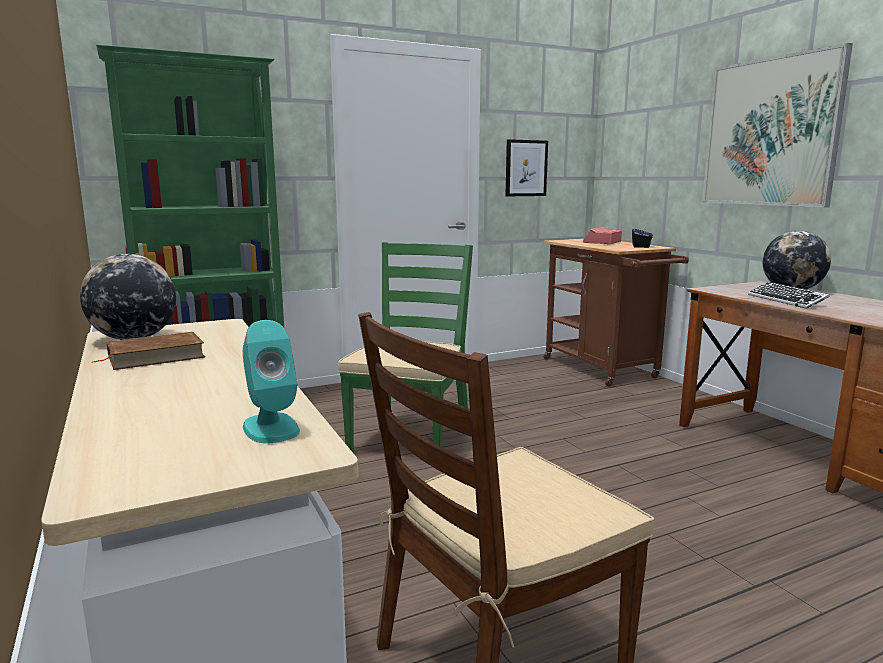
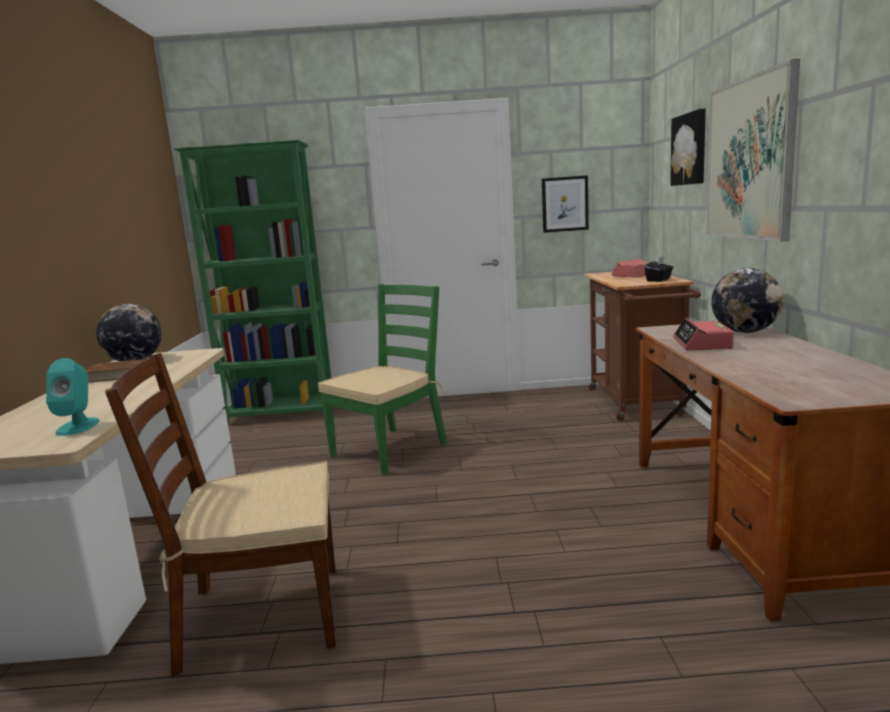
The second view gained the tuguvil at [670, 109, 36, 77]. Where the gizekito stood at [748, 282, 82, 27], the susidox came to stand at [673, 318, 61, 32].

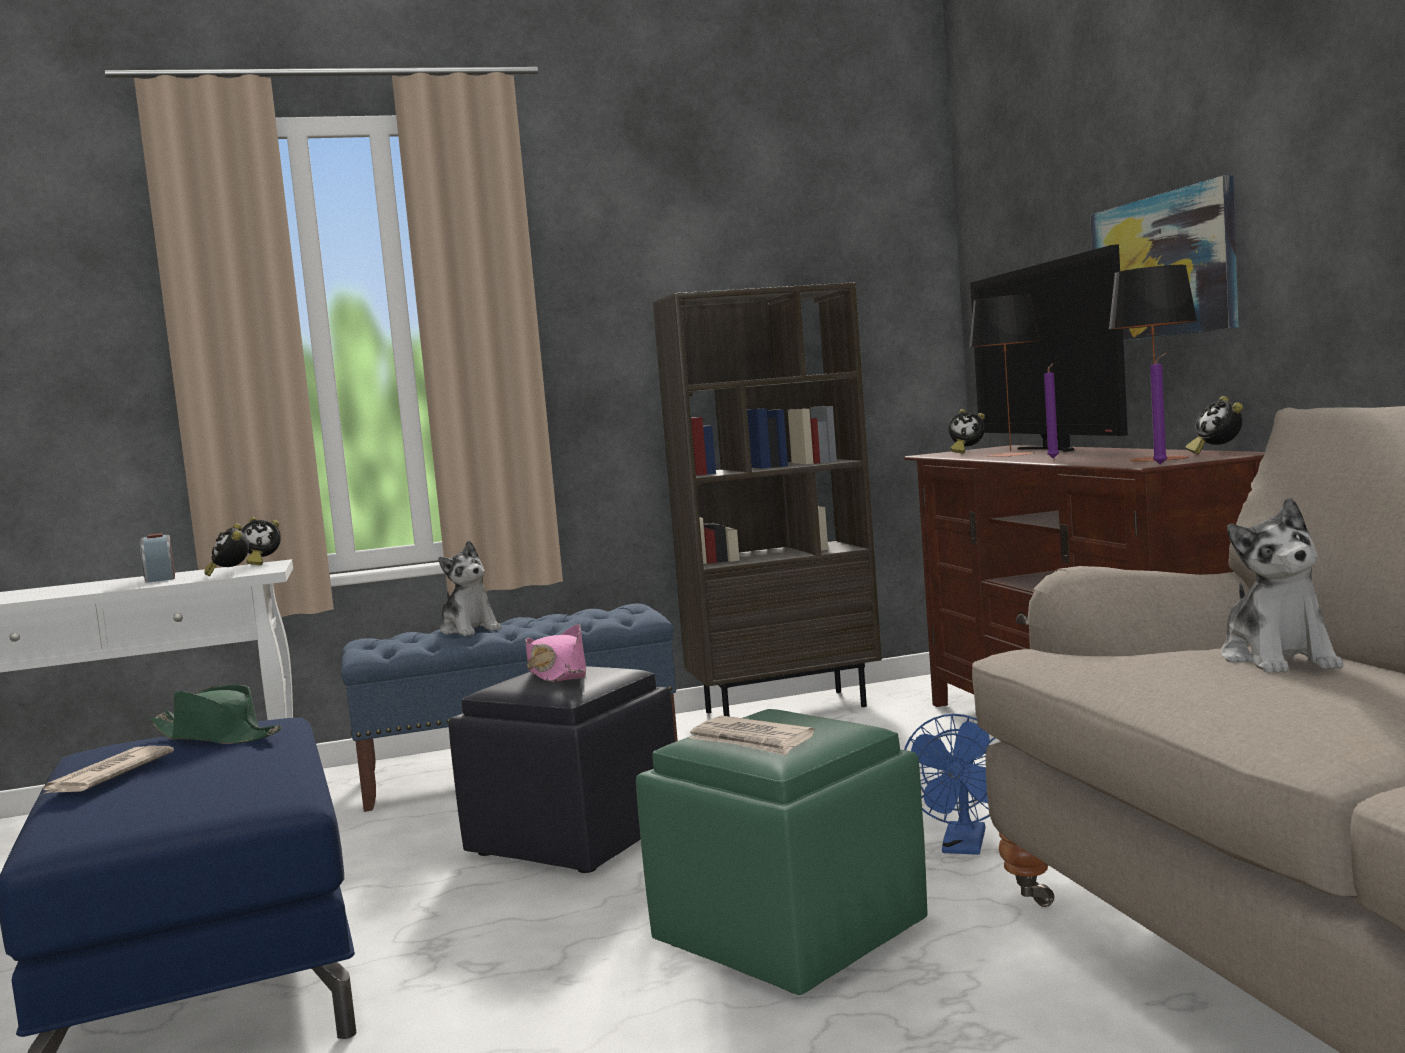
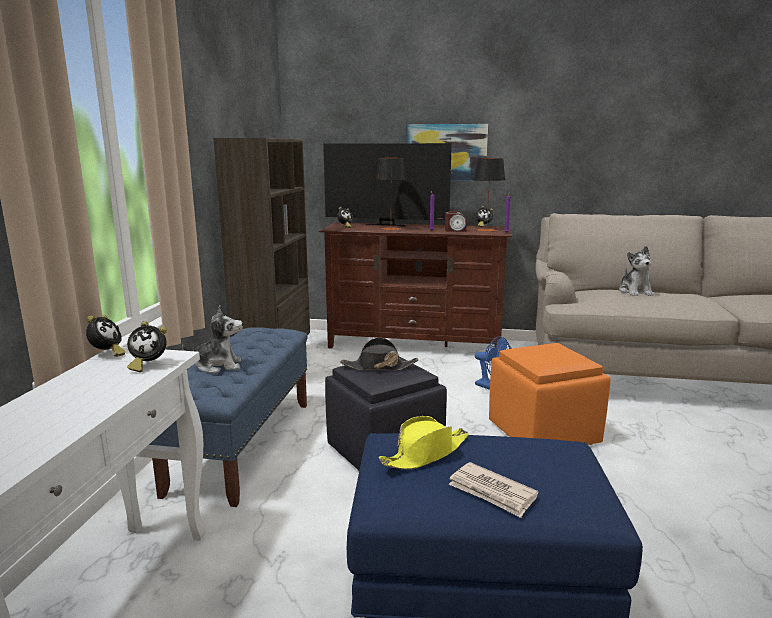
The second view lost the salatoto at [689, 716, 126, 40]. The susidox ended up elsewhere, having gone from [140, 533, 35, 50] to [445, 211, 22, 21]. What was the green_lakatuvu at [150, 685, 132, 59] turned into the yellow_lakatuvu at [379, 416, 90, 54]. What was the pink_lakatuvu at [525, 624, 61, 58] turned into the black_lakatuvu at [340, 337, 78, 34]. What was the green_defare at [636, 709, 292, 286] turned into the orange_defare at [489, 343, 122, 102]. The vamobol at [1221, 497, 122, 177] ended up facing another way, 60 degrees clockwise from before.

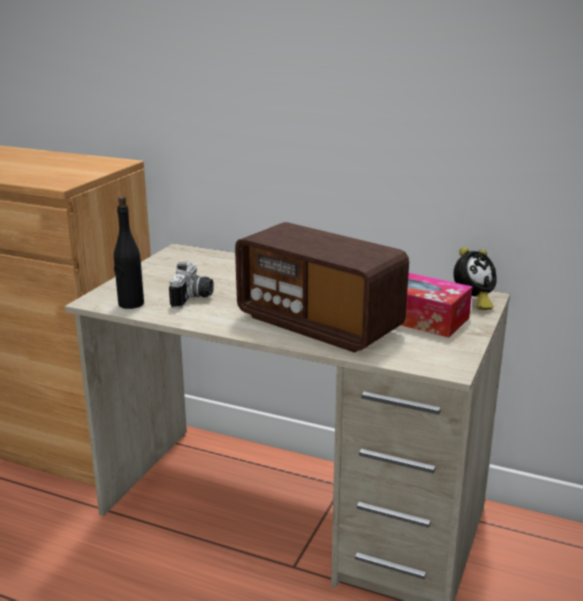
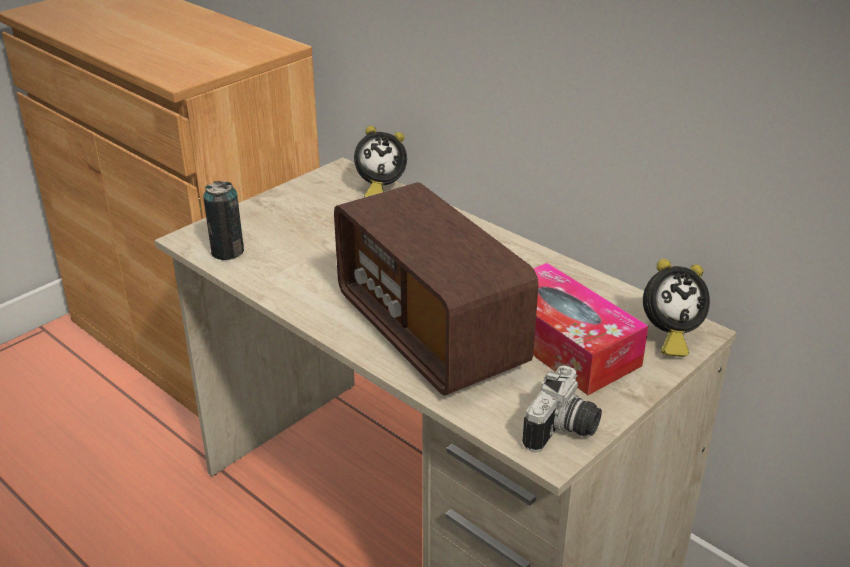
The second view gained the susidox at [354, 126, 53, 71]. The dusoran ended up elsewhere, having gone from [169, 262, 45, 46] to [522, 366, 80, 86]. Where the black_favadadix stood at [114, 196, 30, 113], the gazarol came to stand at [203, 181, 41, 79].

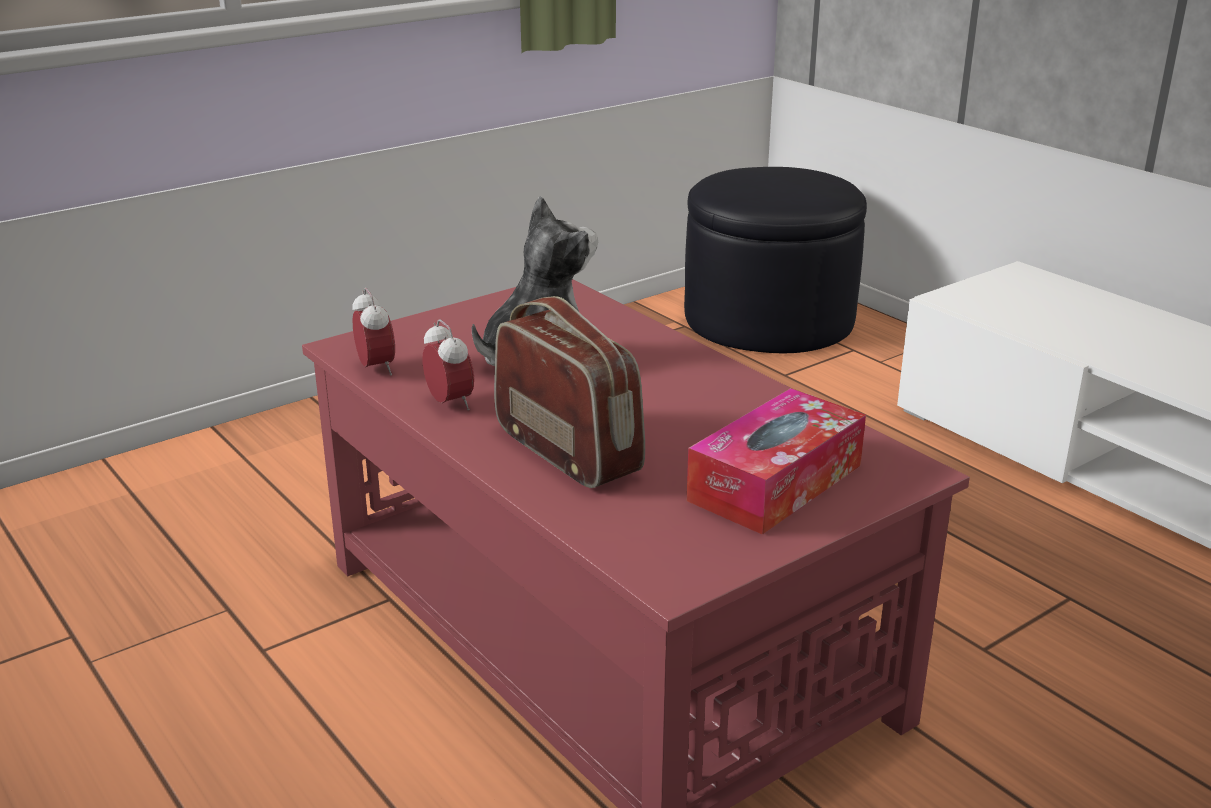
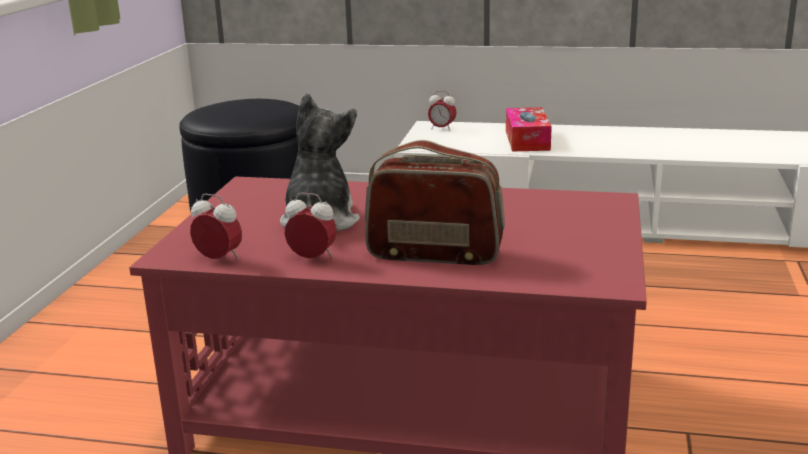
The second view gained the susidox at [428, 91, 29, 40]. The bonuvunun ended up elsewhere, having gone from [687, 388, 179, 147] to [506, 107, 46, 44].

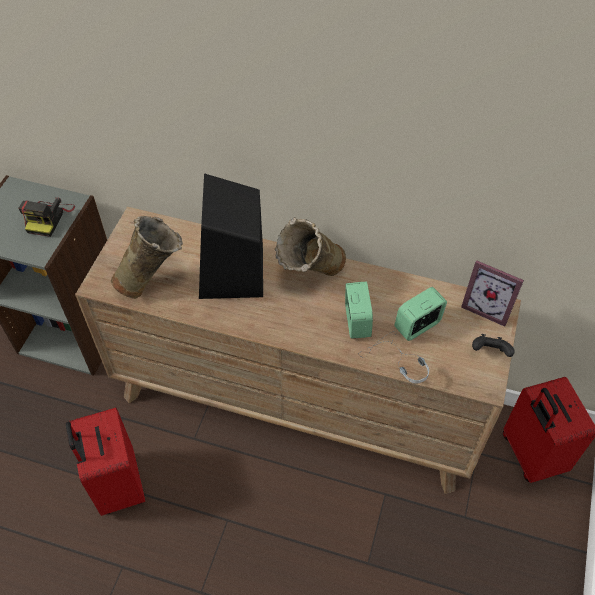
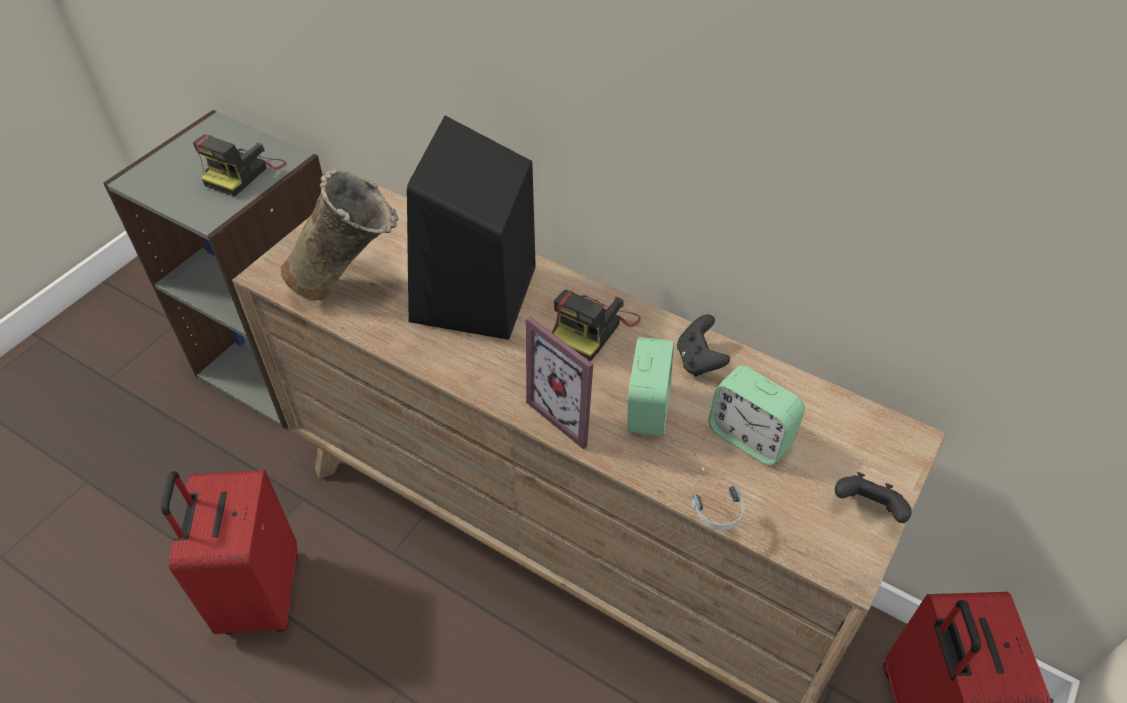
The second view gained the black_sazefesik at [677, 314, 53, 62]. The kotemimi ended up elsewhere, having gone from [461, 260, 63, 67] to [526, 317, 67, 132]. Where the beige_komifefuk stood at [275, 217, 71, 59], the dusoran came to stand at [552, 290, 89, 72]. The susidox at [394, 287, 53, 54] ended up facing another way, 120 degrees counterclockwise from before.

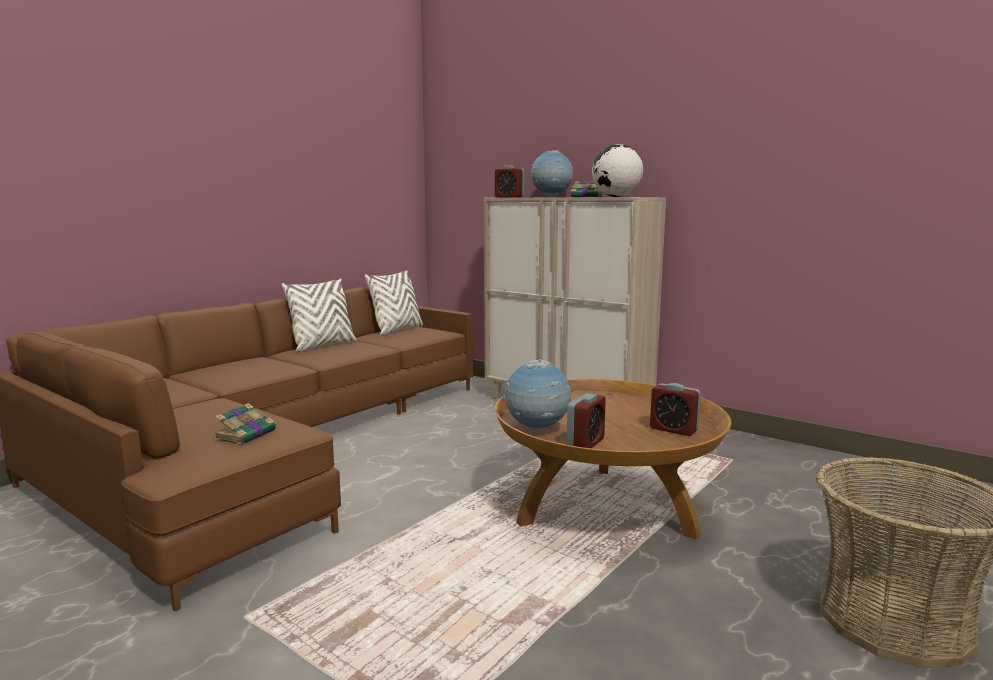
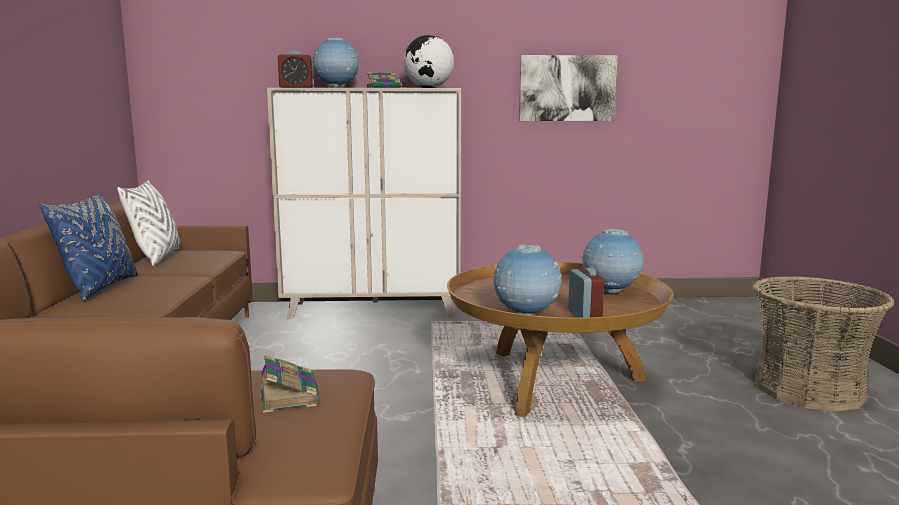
The second view gained the tuguvil at [519, 55, 99, 66]. Where the susidox stood at [650, 383, 51, 53], the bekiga came to stand at [582, 229, 62, 64]. What was the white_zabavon at [282, 279, 75, 74] turned into the blue_zabavon at [39, 194, 98, 107].

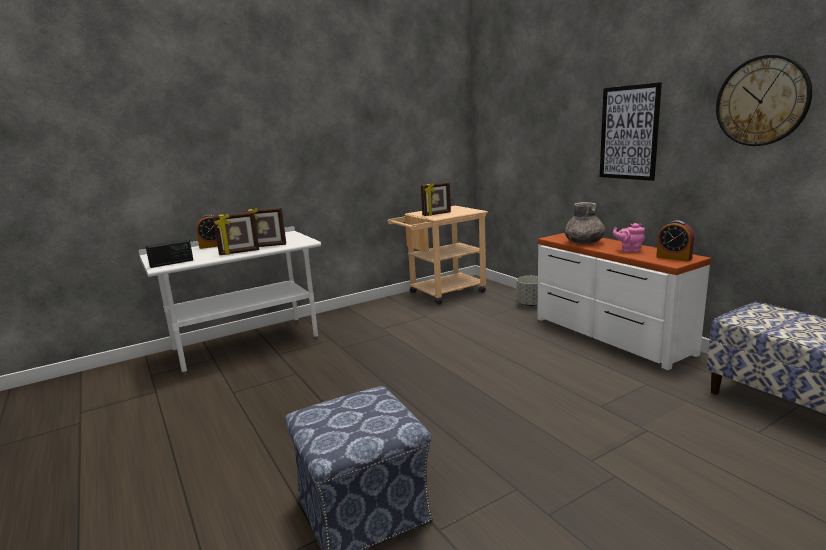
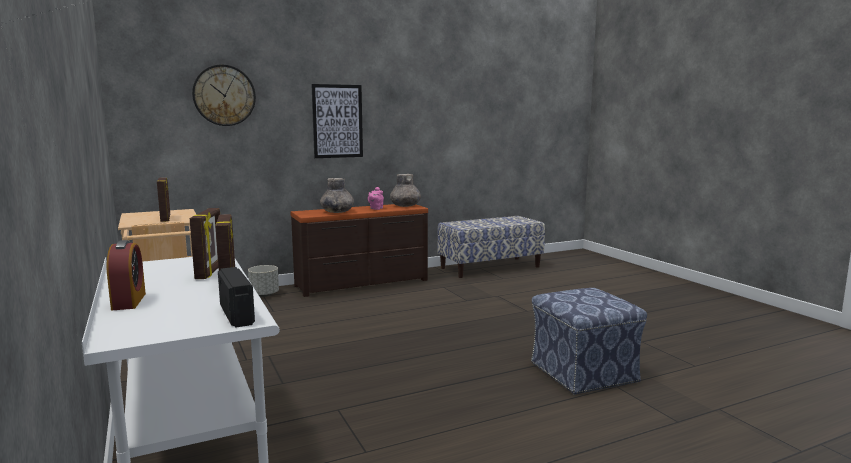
The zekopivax ended up elsewhere, having gone from [716, 55, 96, 91] to [192, 65, 64, 61]. Where the susidox stood at [656, 220, 38, 42], the grey_komifefuk came to stand at [390, 174, 31, 33]. What was the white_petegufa at [537, 233, 174, 137] turned into the brown_petegufa at [290, 204, 138, 93].

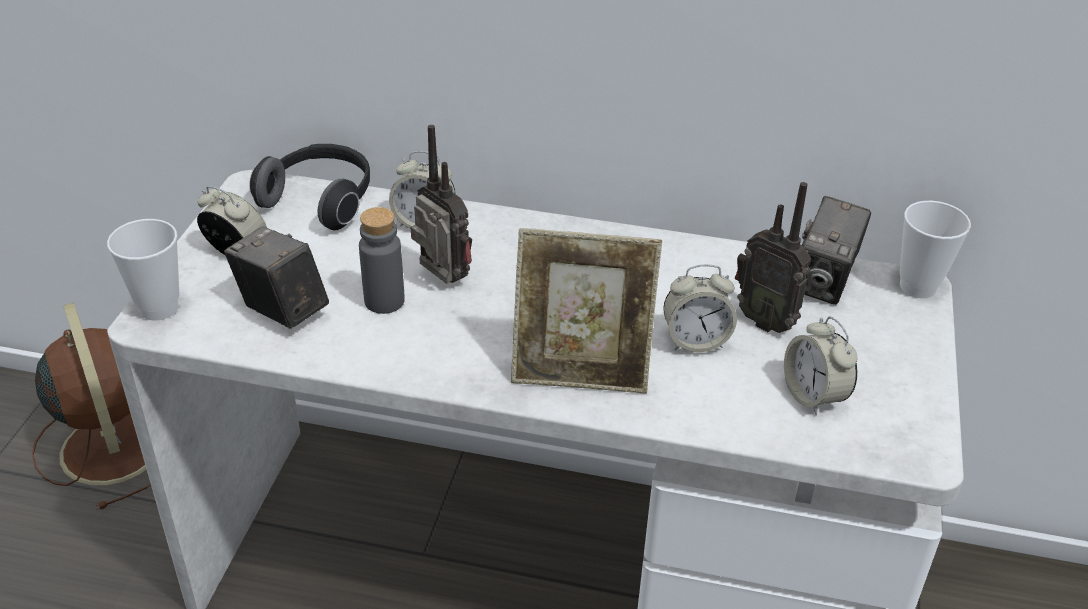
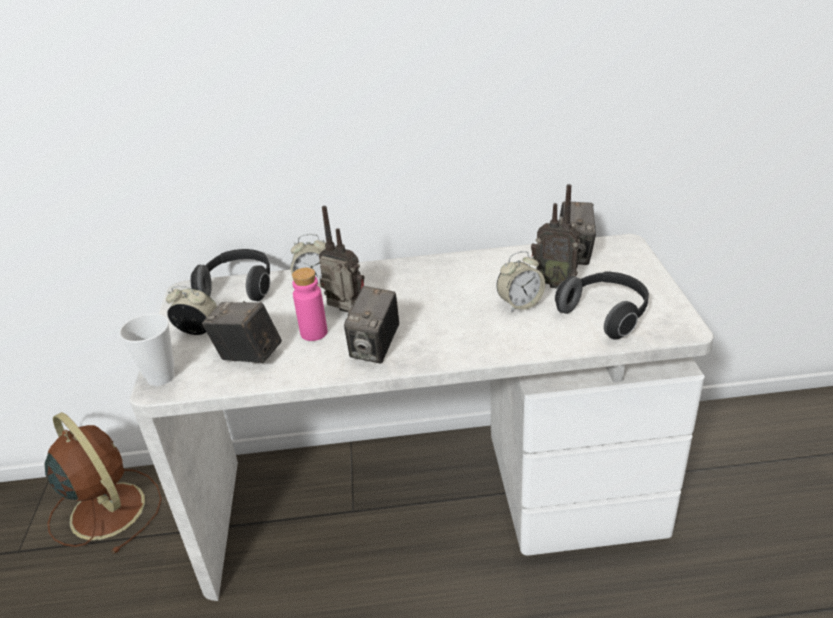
The second view lost the kotemimi at [511, 228, 151, 165]. The second view lost the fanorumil at [900, 201, 71, 97]. The second view gained the dusoran at [344, 286, 55, 77]. Where the susidox stood at [784, 316, 74, 100], the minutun came to stand at [555, 272, 94, 68]. What was the grey_favadadix at [359, 207, 46, 107] turned into the pink_favadadix at [292, 268, 36, 73].

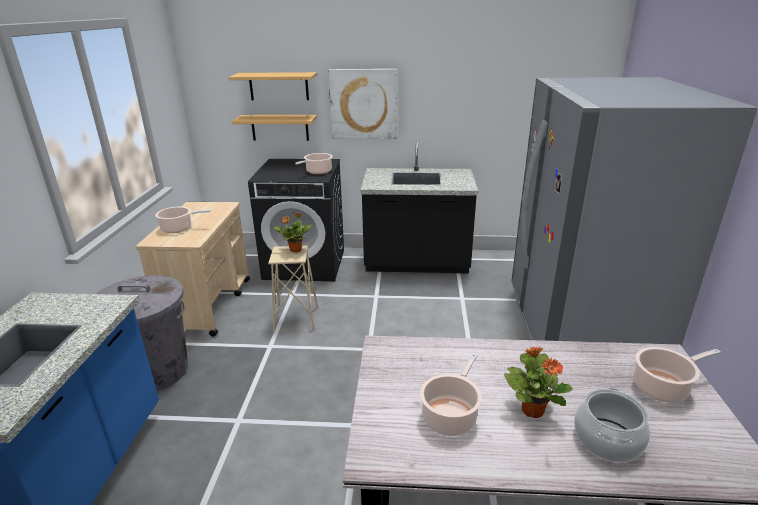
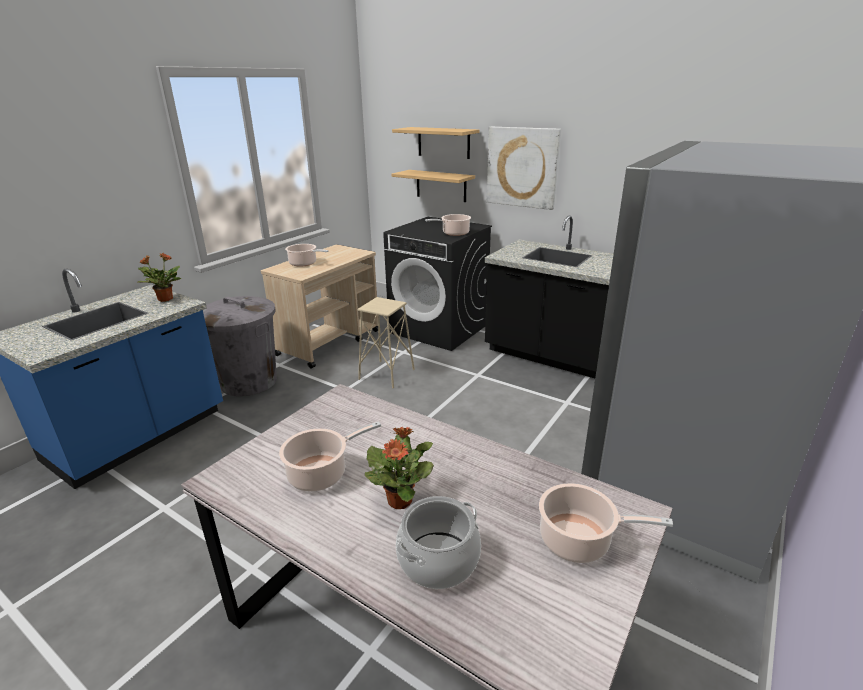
The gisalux ended up elsewhere, having gone from [274, 212, 38, 41] to [137, 253, 45, 49].

